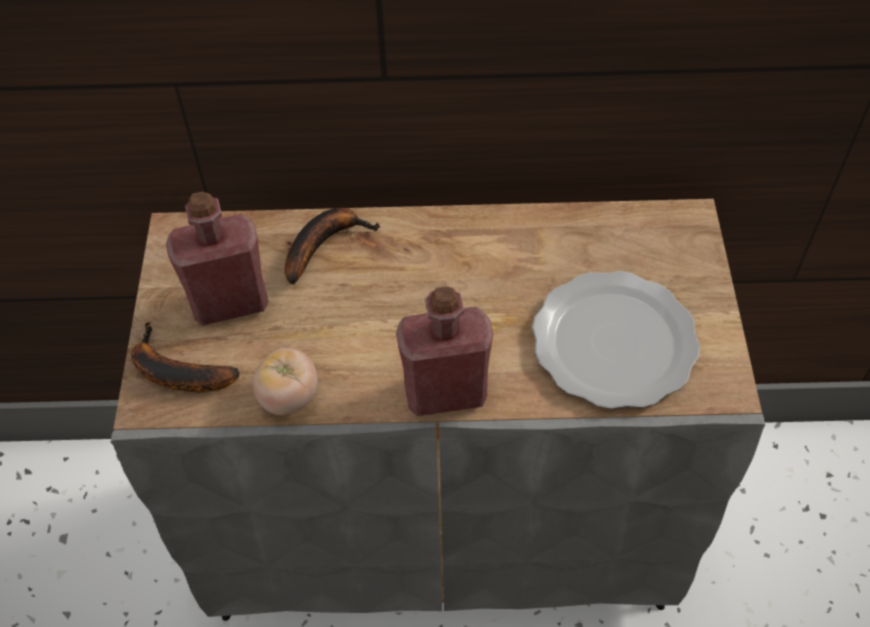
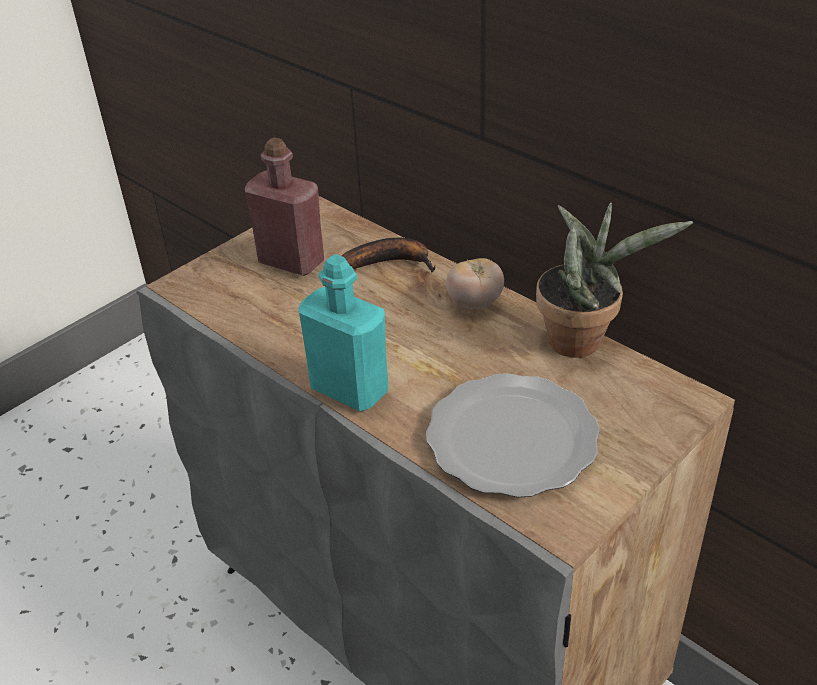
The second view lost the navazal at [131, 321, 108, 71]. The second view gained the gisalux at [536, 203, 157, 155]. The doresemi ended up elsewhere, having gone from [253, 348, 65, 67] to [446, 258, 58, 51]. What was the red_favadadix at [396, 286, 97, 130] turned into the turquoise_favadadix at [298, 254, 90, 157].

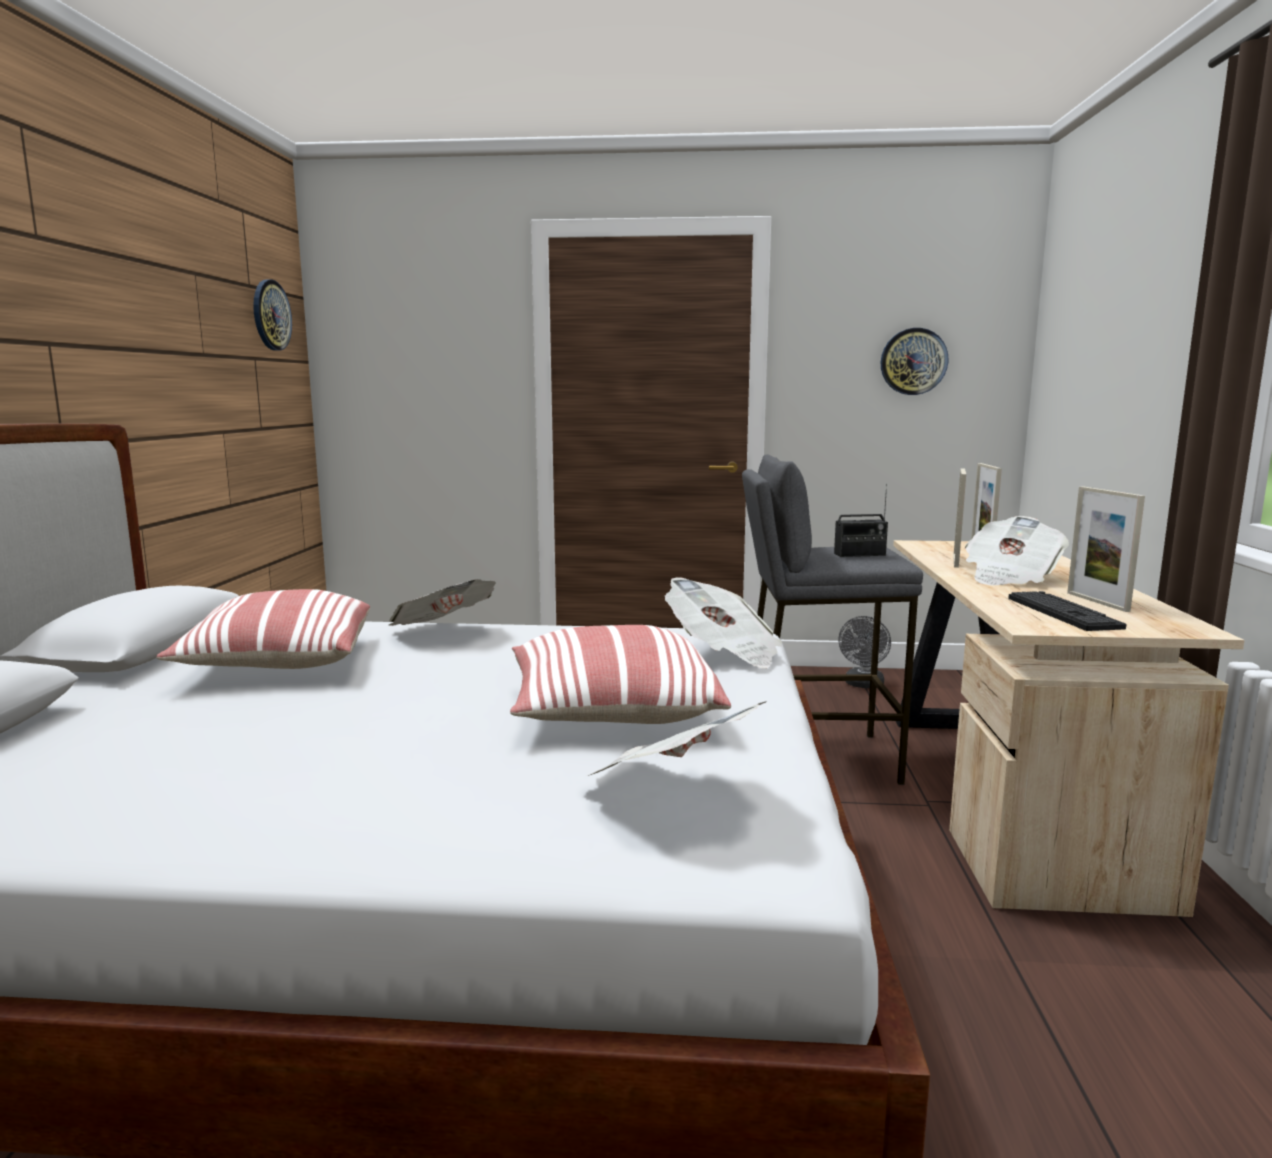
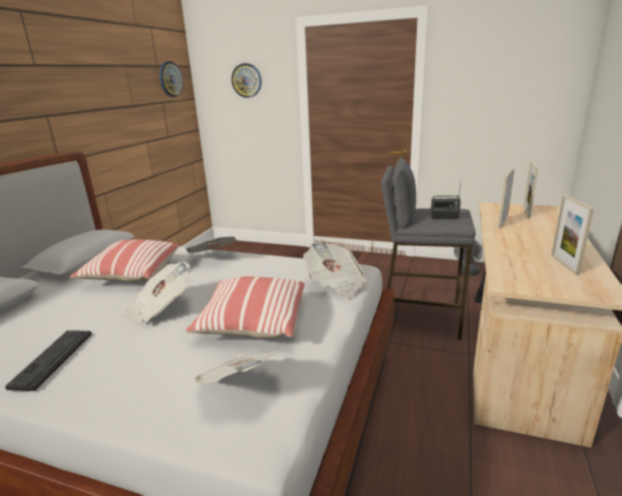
The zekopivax ended up elsewhere, having gone from [881, 328, 67, 67] to [231, 63, 30, 35]. The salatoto ended up elsewhere, having gone from [965, 516, 104, 69] to [123, 262, 67, 61]. The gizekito ended up elsewhere, having gone from [1008, 591, 119, 40] to [5, 330, 87, 61].

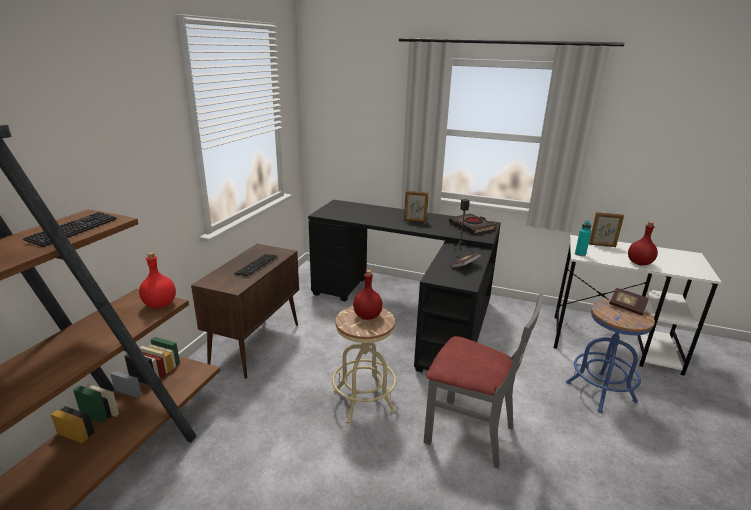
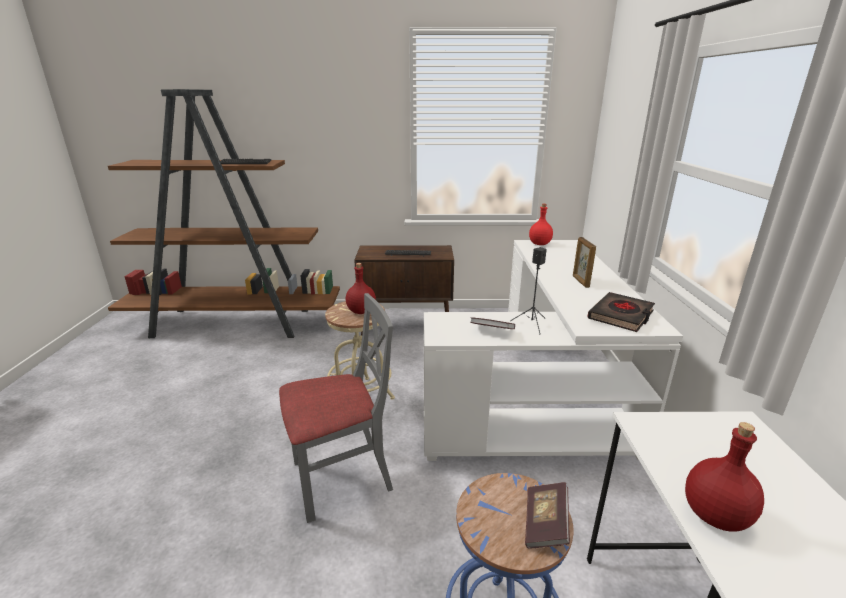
The second view lost the turquoise_favadadix at [575, 221, 16, 35]. The second view lost the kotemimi at [589, 212, 35, 35]. The red_favadadix ended up elsewhere, having gone from [139, 252, 37, 57] to [529, 204, 24, 41]. What was the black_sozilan at [308, 200, 193, 172] turned into the white_sozilan at [424, 240, 259, 221]. The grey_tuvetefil at [424, 293, 119, 176] ended up facing another way, 120 degrees counterclockwise from before.

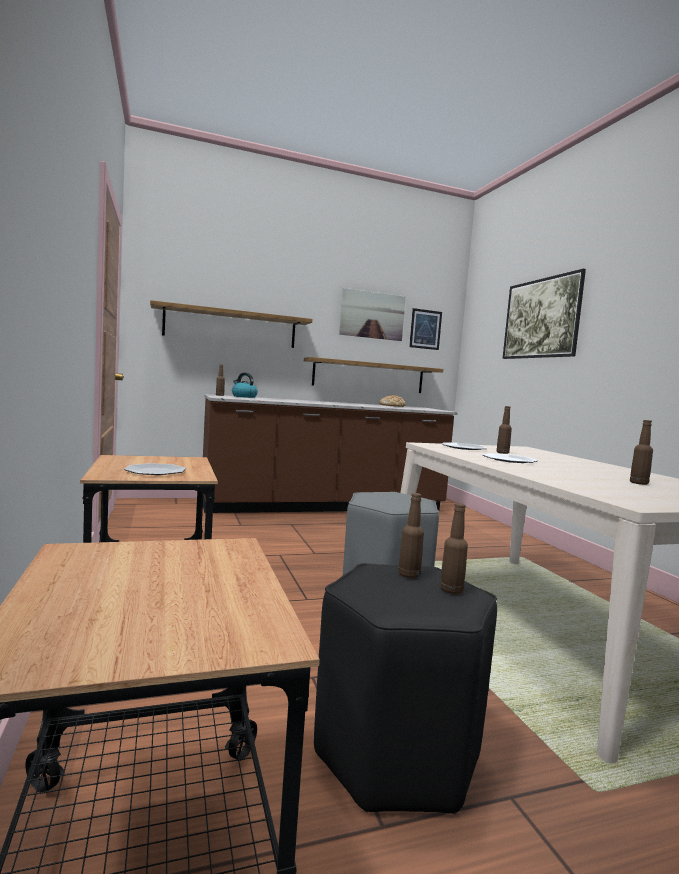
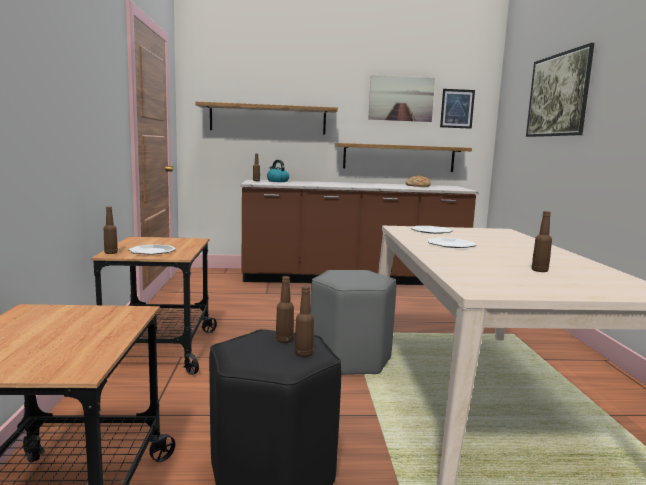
The brown_favadadix ended up elsewhere, having gone from [496, 406, 16, 48] to [104, 207, 14, 47].

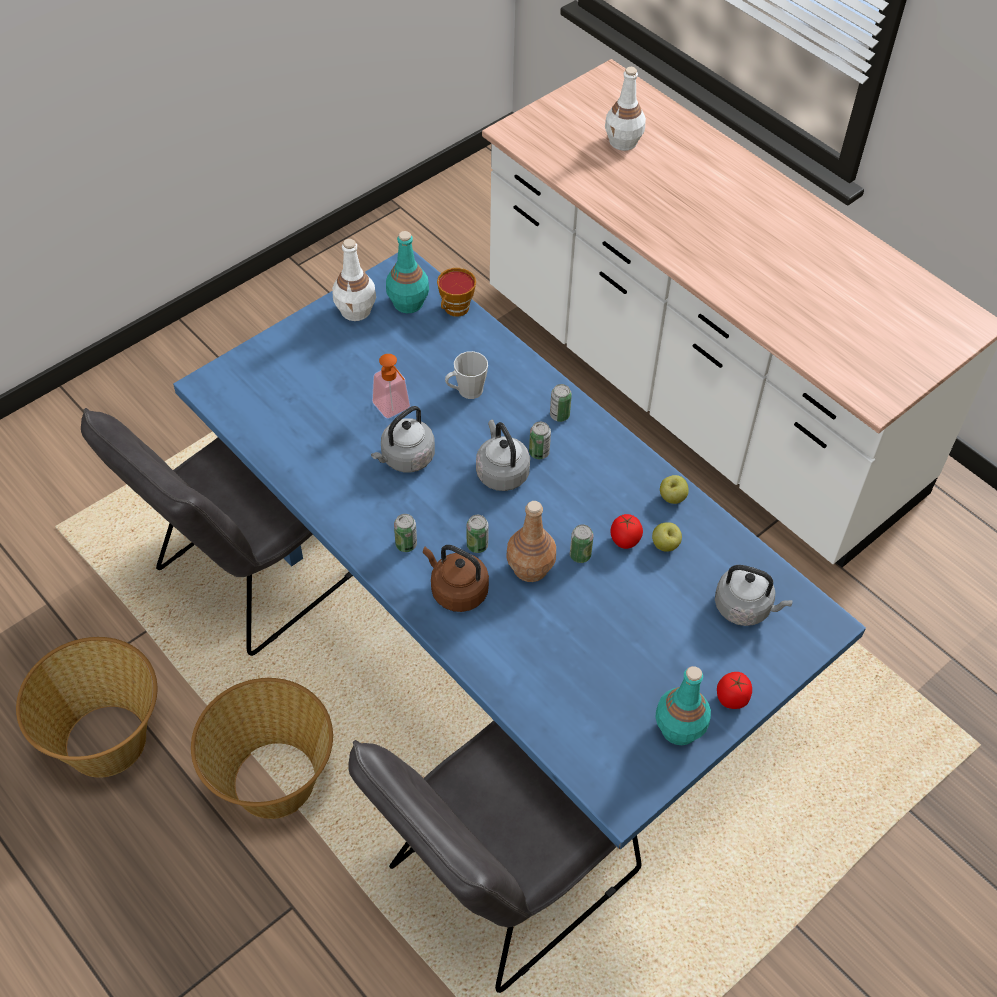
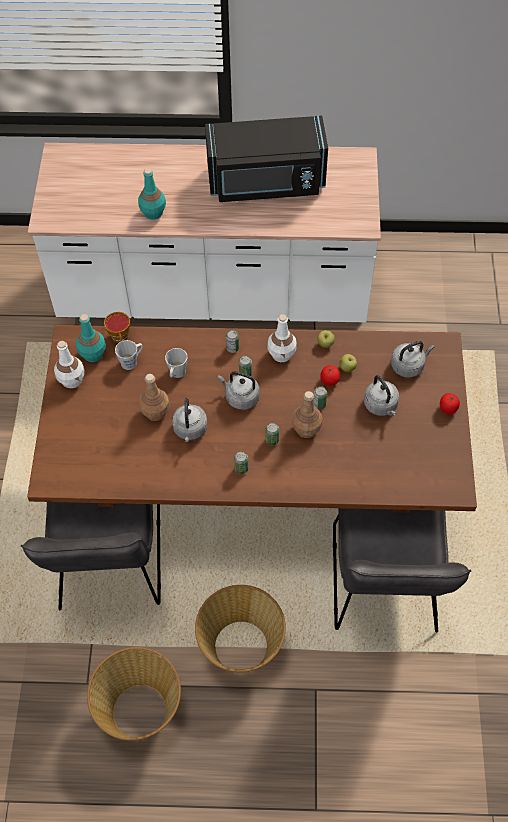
The second view lost the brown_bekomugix at [423, 545, 66, 67]. The second view gained the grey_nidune at [115, 340, 28, 30]. The second view gained the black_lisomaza at [205, 115, 123, 87]. The second view gained the grey_bekomugix at [364, 375, 35, 41]. The white_favadadix ended up elsewhere, having gone from [605, 67, 41, 84] to [267, 314, 30, 48]. The turquoise_favadadix ended up elsewhere, having gone from [655, 666, 56, 79] to [138, 168, 28, 52]. Where the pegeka stood at [372, 354, 38, 65], the brown_favadadix came to stand at [139, 374, 31, 47]. What was the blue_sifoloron at [173, 250, 693, 599] turned into the brown_sifoloron at [27, 325, 450, 188].

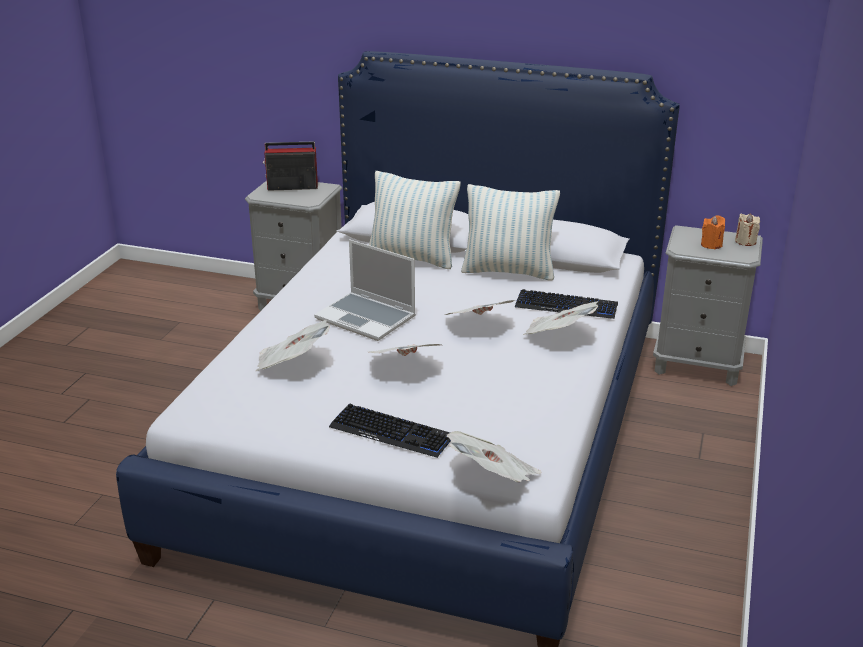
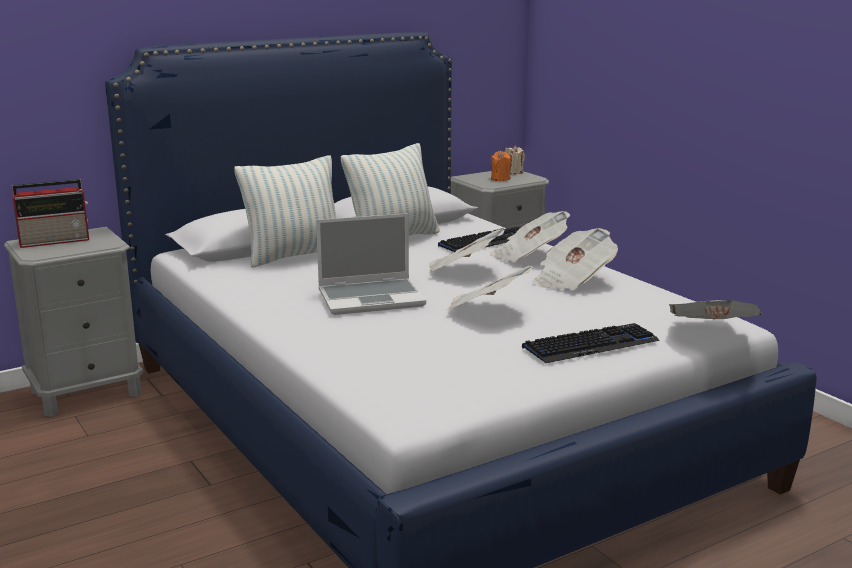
The salatoto ended up elsewhere, having gone from [256, 320, 74, 51] to [533, 228, 85, 62]. The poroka at [263, 142, 55, 49] ended up facing another way, 150 degrees counterclockwise from before.

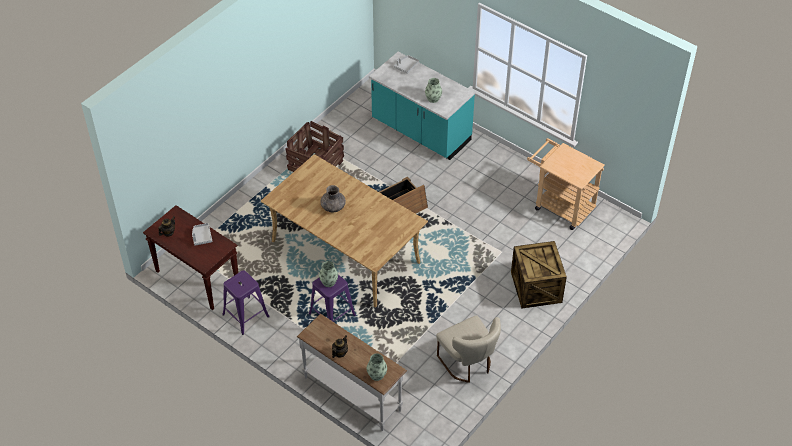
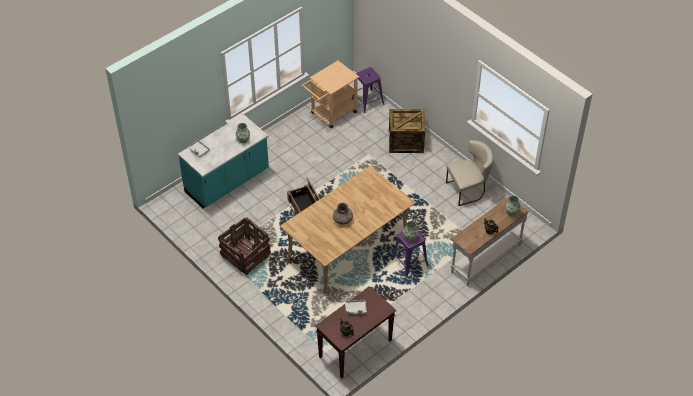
The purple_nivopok ended up elsewhere, having gone from [222, 270, 48, 65] to [352, 67, 32, 46].

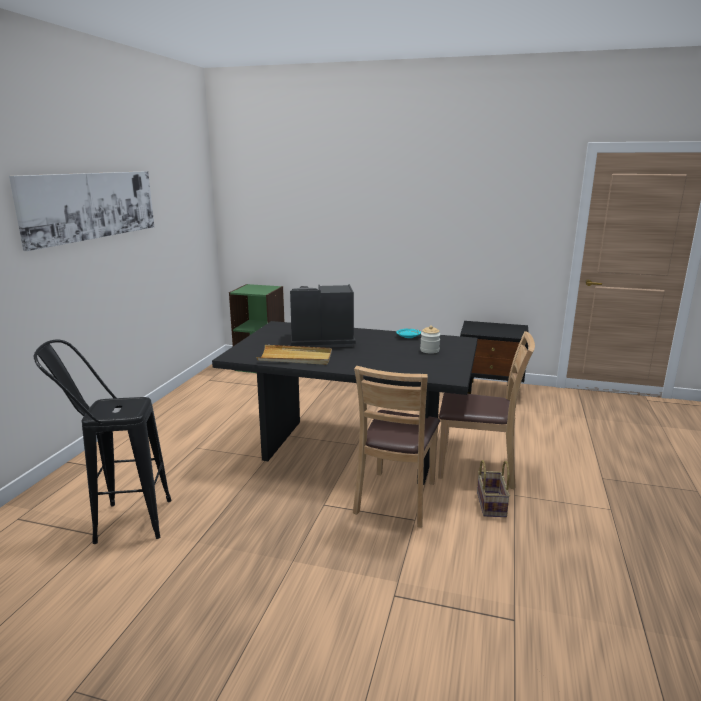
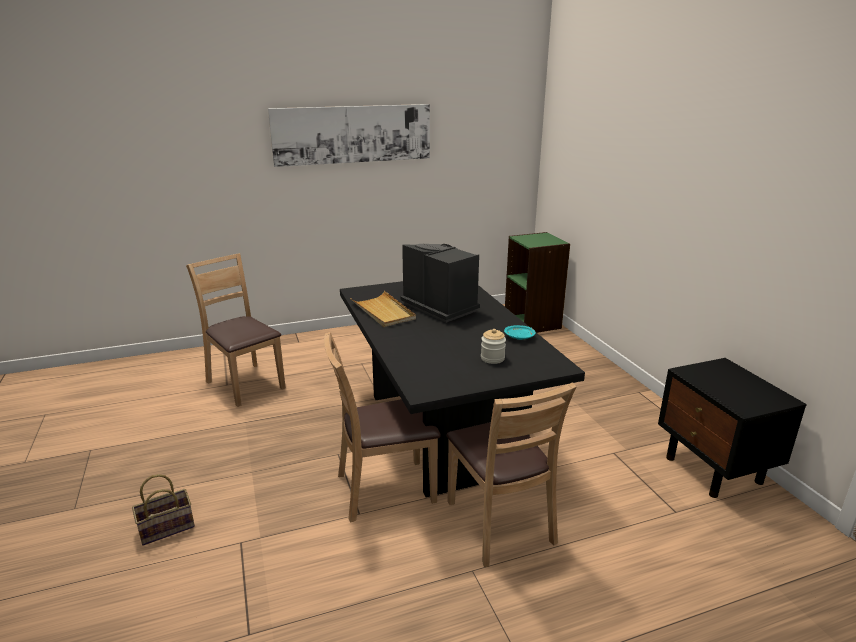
The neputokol ended up elsewhere, having gone from [477, 460, 33, 57] to [132, 474, 63, 72]. Where the black_nivopok stood at [34, 340, 137, 204], the brown_tuvetefil came to stand at [186, 253, 100, 154].

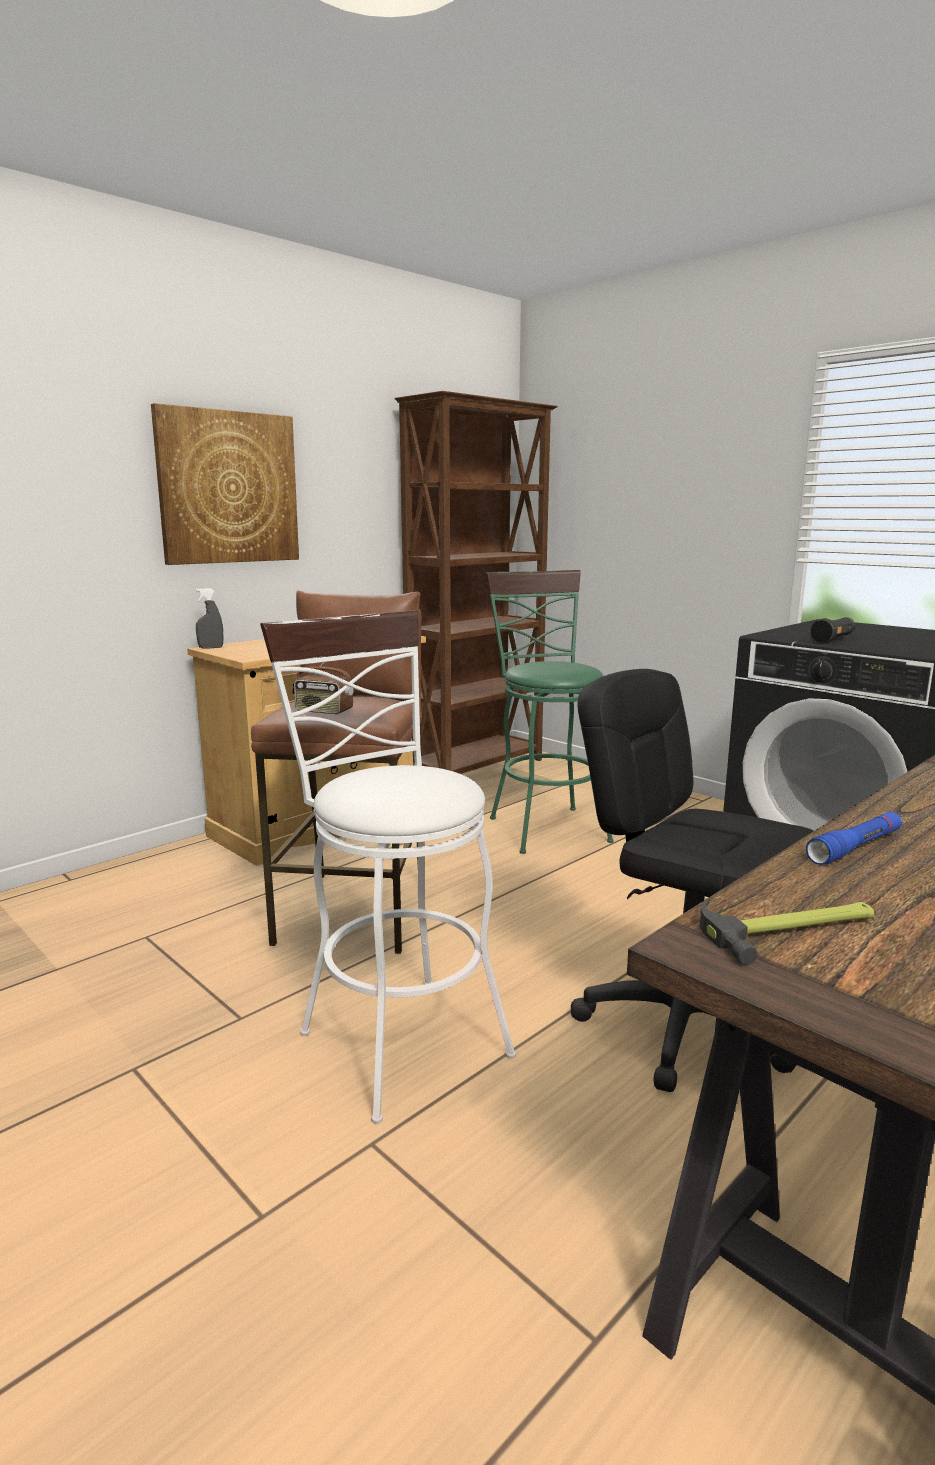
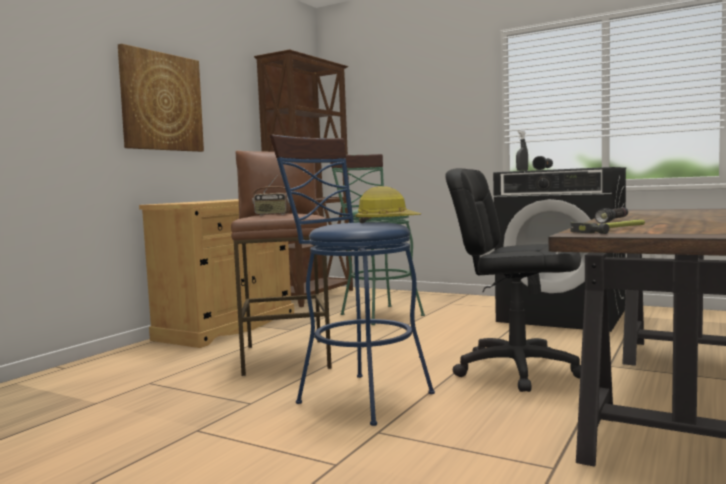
The second view gained the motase at [355, 186, 66, 37]. The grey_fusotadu ended up elsewhere, having gone from [196, 588, 27, 61] to [516, 131, 12, 40]. What was the white_nivopok at [260, 610, 256, 514] turned into the blue_nivopok at [270, 134, 165, 292]. What was the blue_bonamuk at [806, 812, 96, 53] turned into the black_bonamuk at [595, 207, 33, 16].

